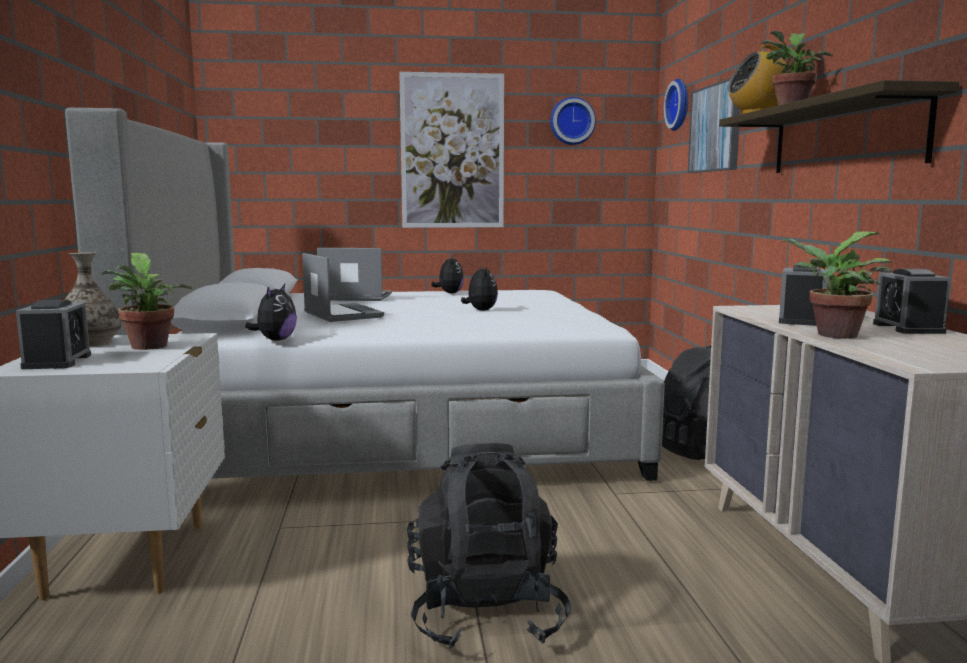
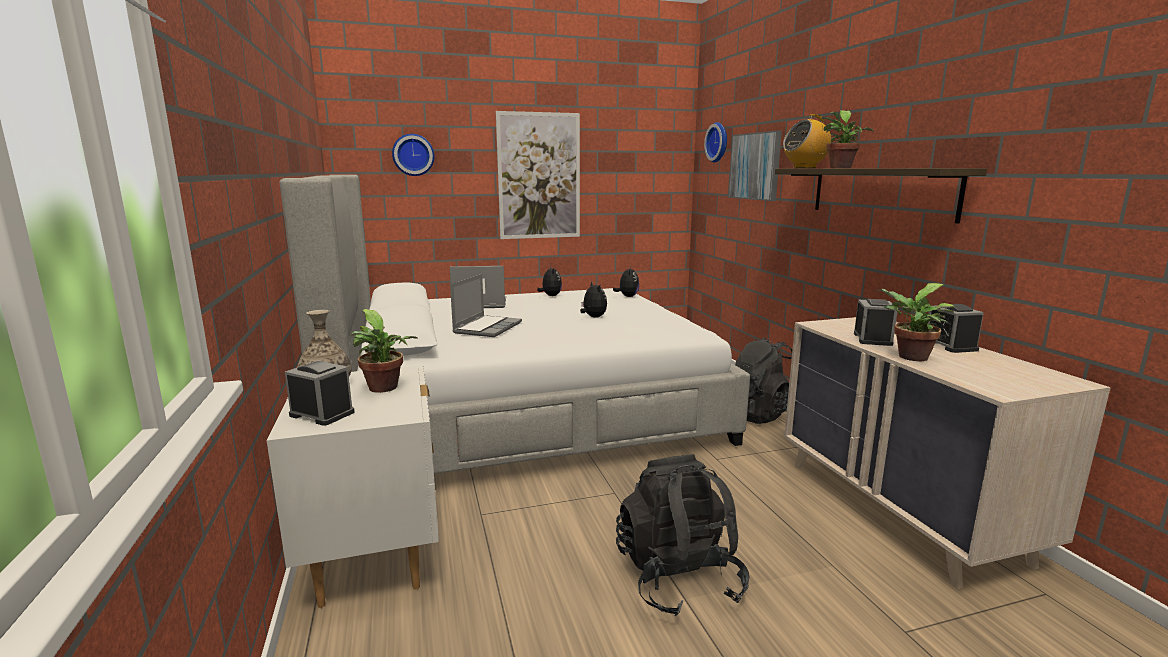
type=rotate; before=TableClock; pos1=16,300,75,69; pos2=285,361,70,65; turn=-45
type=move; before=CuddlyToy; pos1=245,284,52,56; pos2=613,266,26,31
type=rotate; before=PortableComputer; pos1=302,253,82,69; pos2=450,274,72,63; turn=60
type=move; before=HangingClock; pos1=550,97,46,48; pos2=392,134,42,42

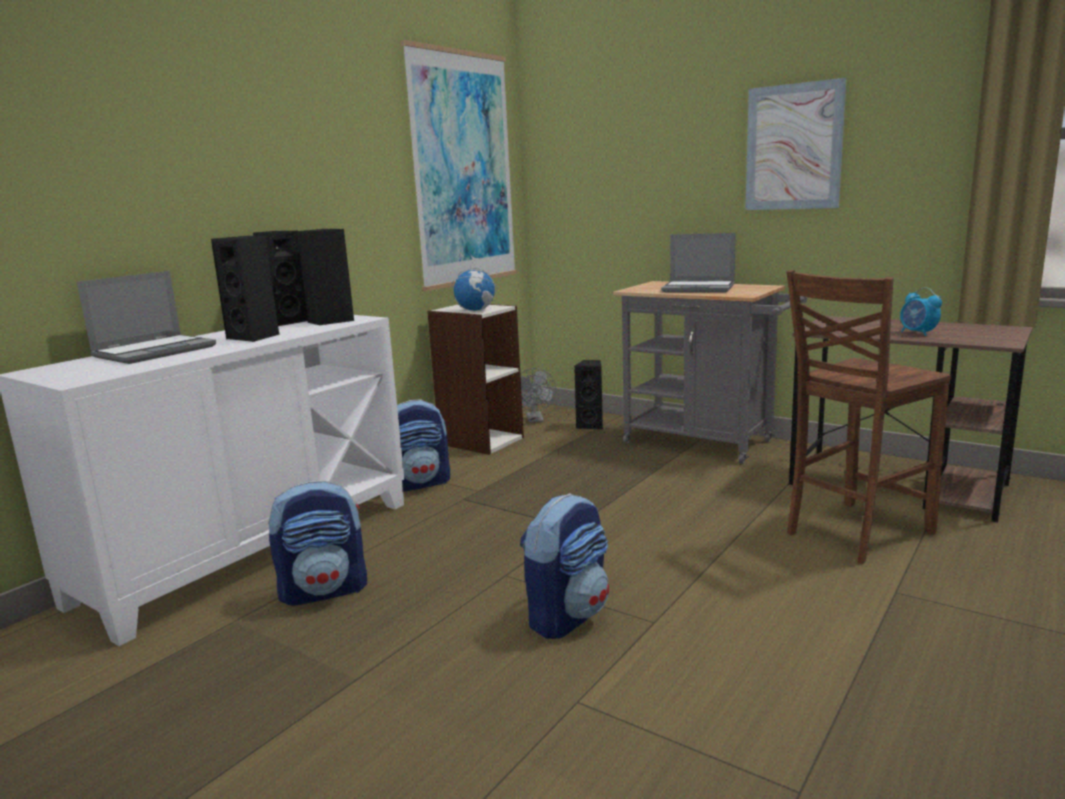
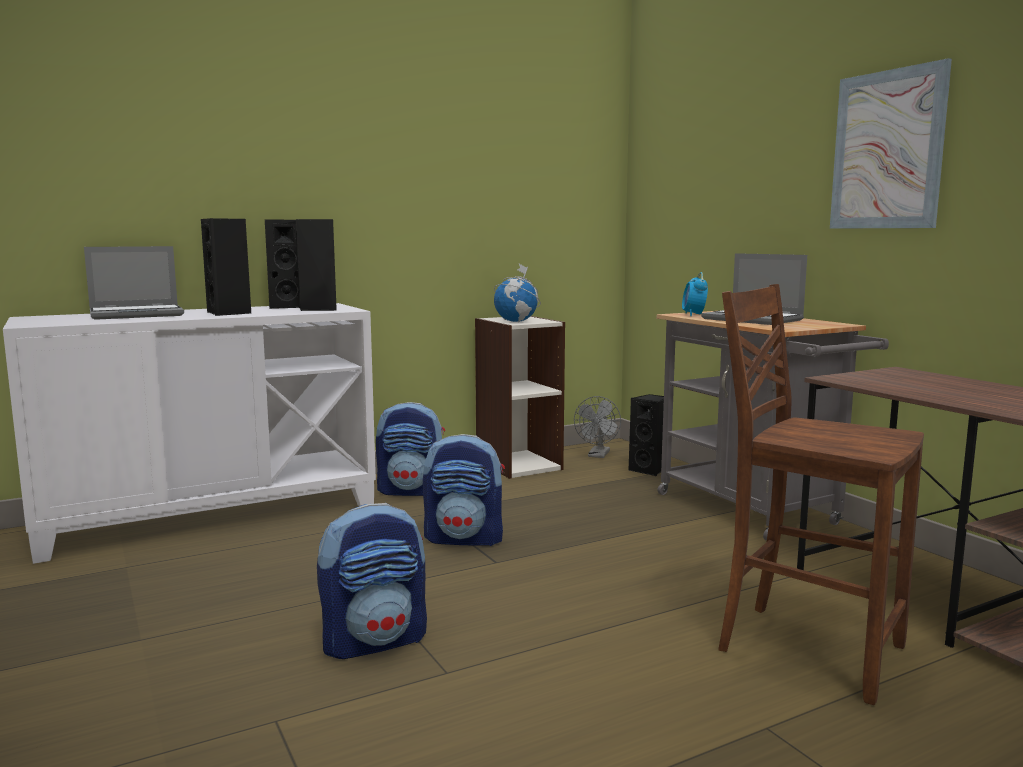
type=move; before=Rucksack; pos1=268,480,99,126; pos2=423,434,82,112
type=delete; before=Picture; pos1=401,40,116,251
type=rotate; before=BrownChair; pos1=787,270,165,294; pos2=718,284,206,421; turn=45
type=move; before=TableClock; pos1=900,287,42,49; pos2=682,272,26,44

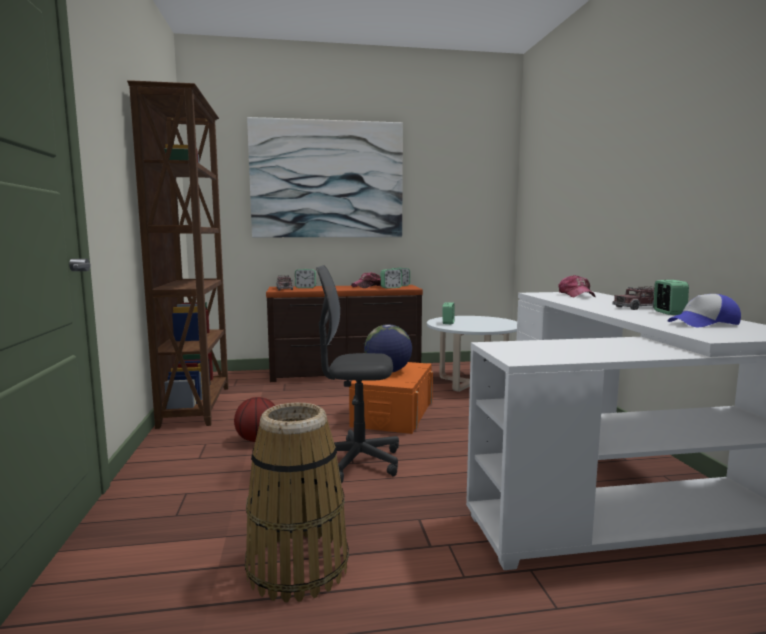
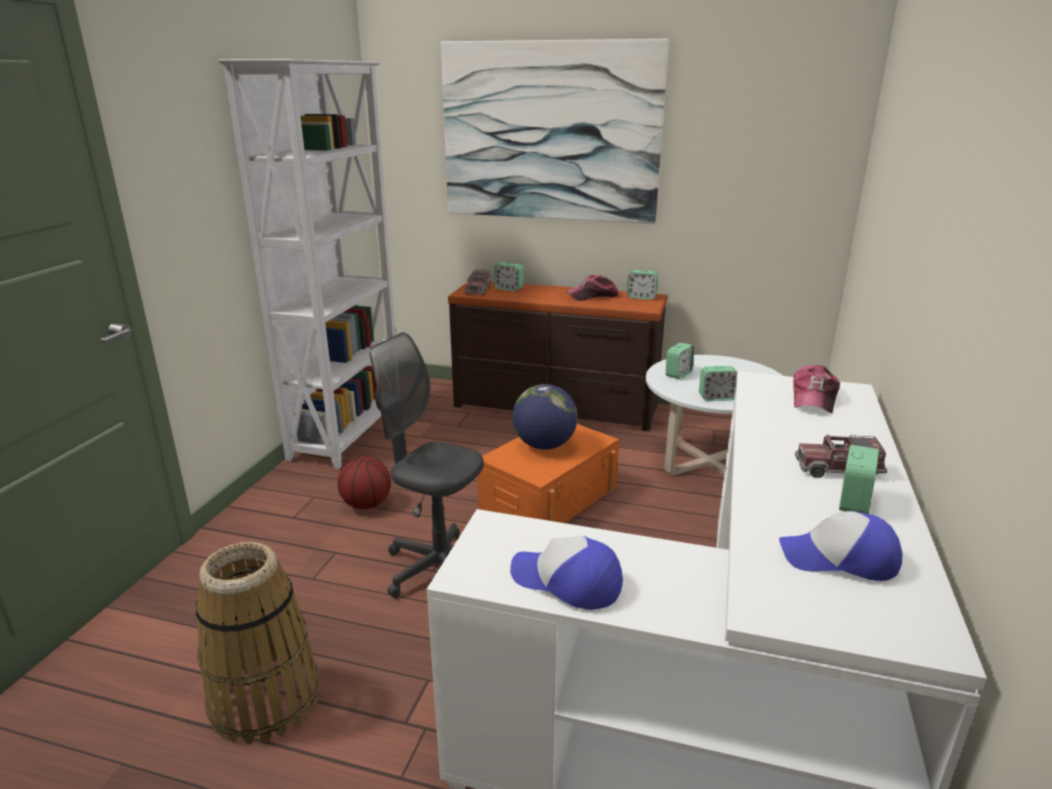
type=recolor; before=BrownShelvingUnit; after=WhiteShelvingUnit; pos1=127,80,102,349; pos2=218,59,178,410
type=move; before=TableClock; pos1=381,269,21,20; pos2=699,366,38,35
type=insert; after=PeakedCap; pos2=510,536,113,74

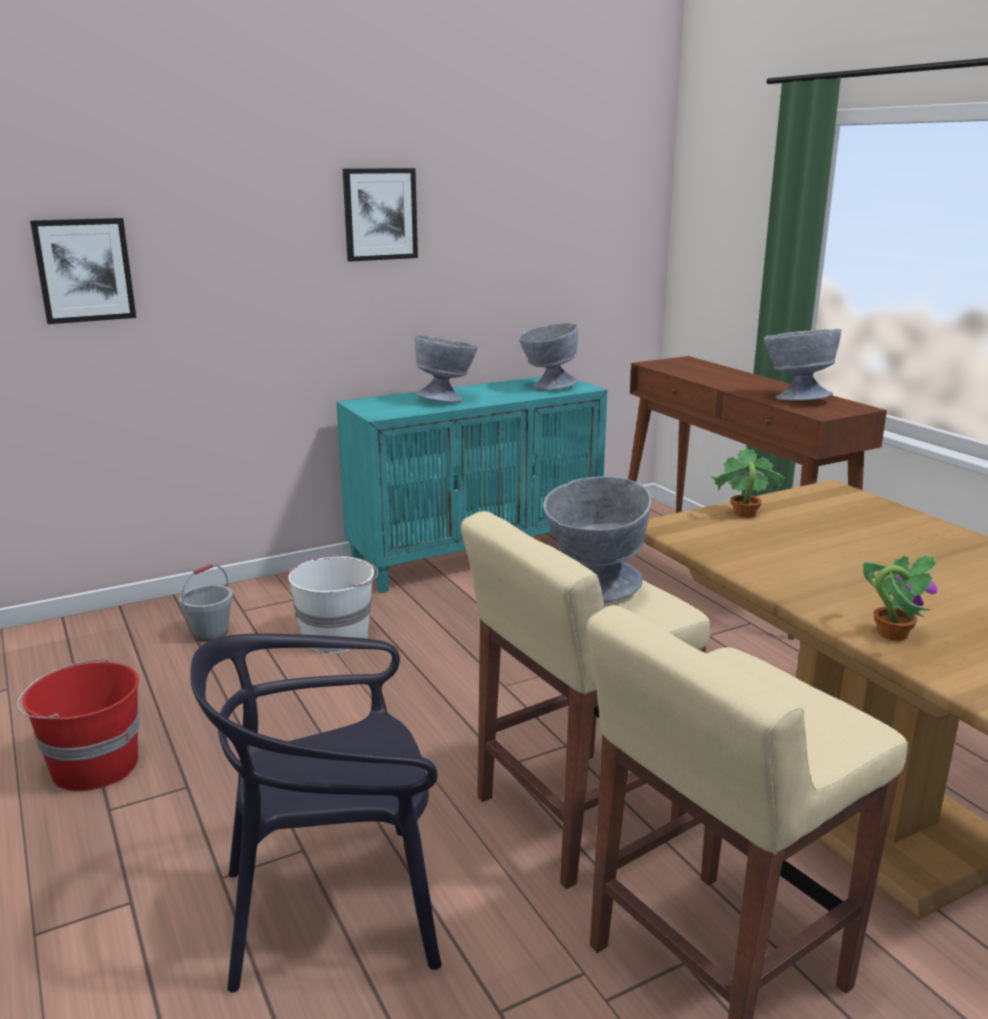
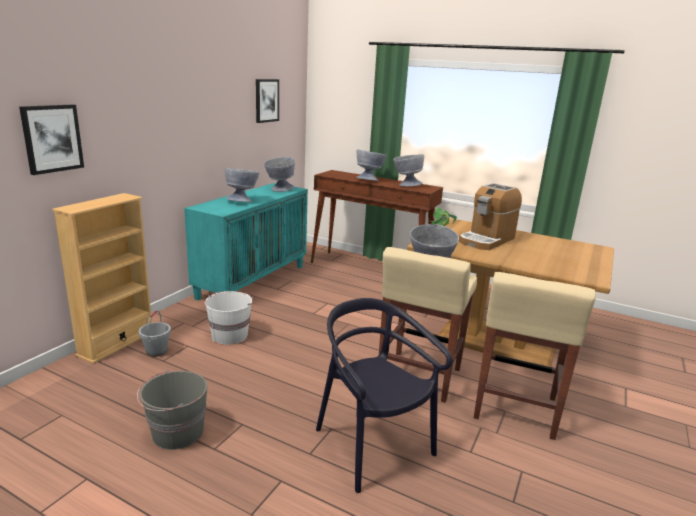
type=recolor; before=RedBucket; after=GreyBucket; pos1=17,658,123,133; pos2=137,371,70,79
type=rotate; before=BlackChair; pos1=190,633,252,360; pos2=316,298,137,195; turn=105
type=move; before=Picture; pos1=343,168,75,94; pos2=256,79,23,44
type=delete; before=Houseplant; pos1=863,555,74,86
type=insert; after=BeigeShelvingUnit; pos2=52,193,100,171
type=insert; after=GreyServingBowl; pos2=356,149,31,32
type=insert; after=CoffeeMaker; pos2=459,183,63,67

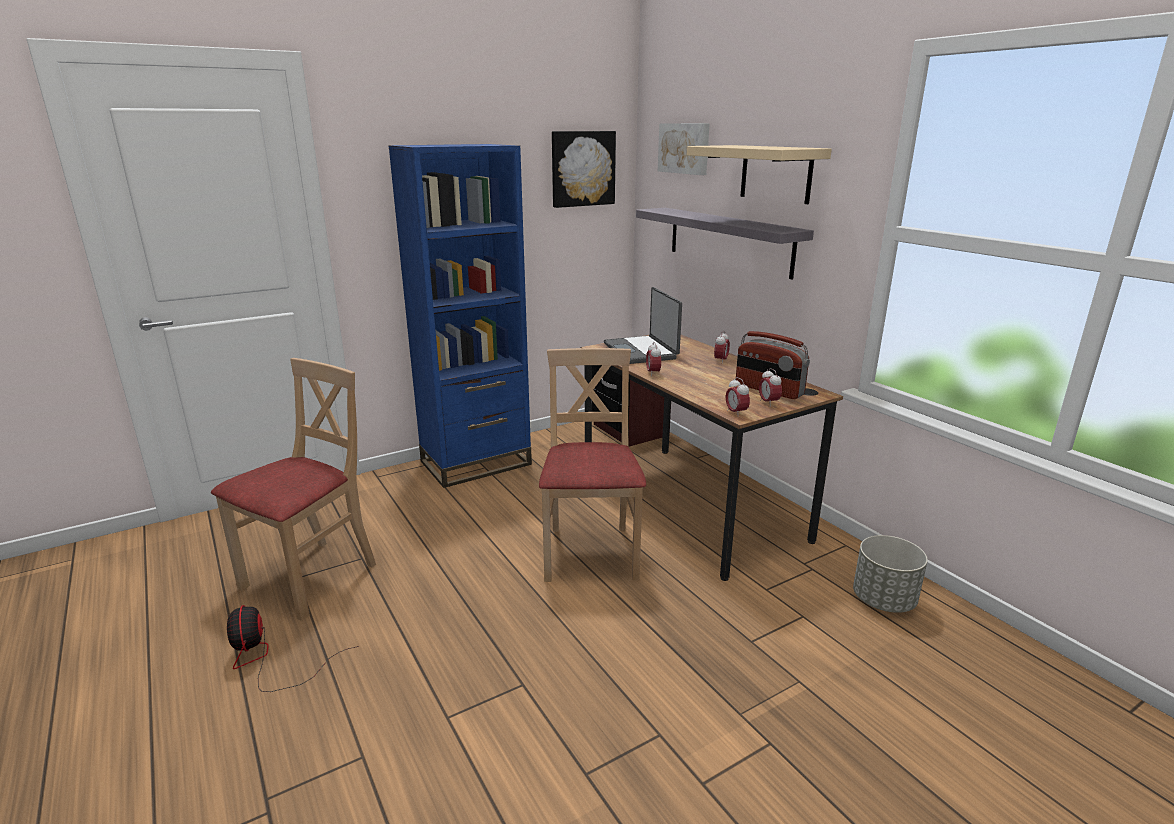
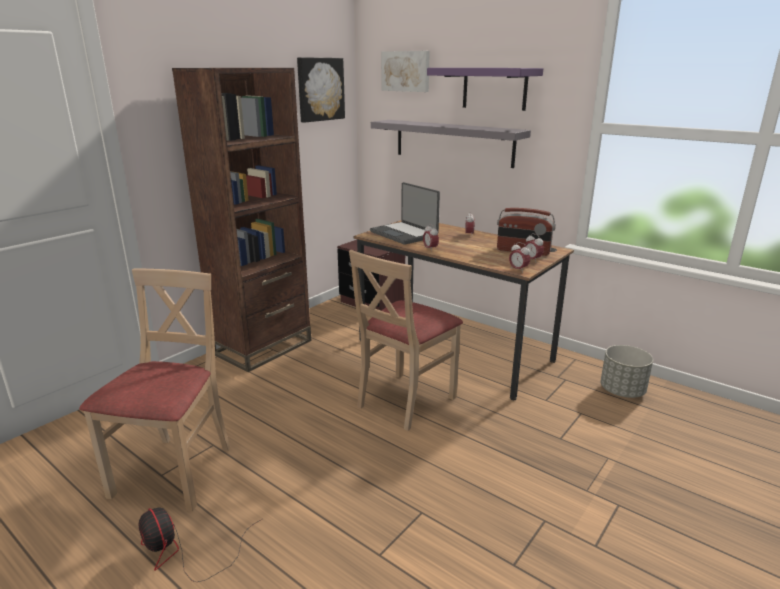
type=recolor; before=BluishShelvingUnit; after=BrownShelvingUnit; pos1=388,144,144,344; pos2=172,68,139,304
type=rotate; before=BeigeChair; pos1=539,348,107,234; pos2=349,250,114,181; turn=-120
type=recolor; before=BeigeWallShelf; after=PurpleWallShelf; pos1=687,145,145,59; pos2=427,68,116,43

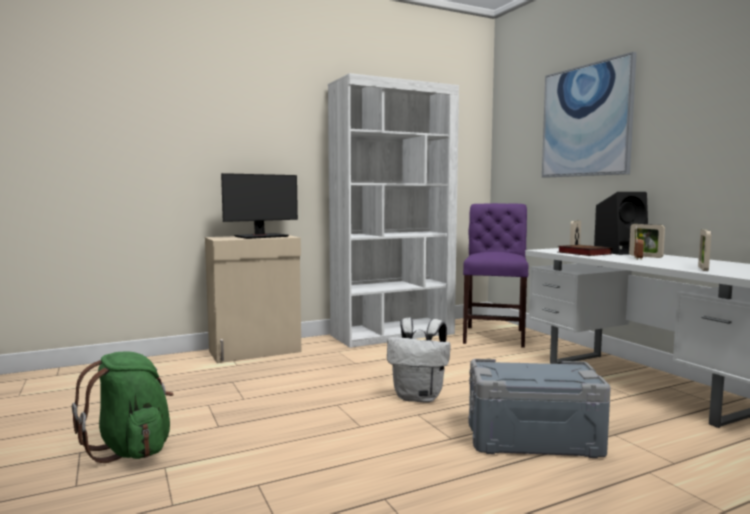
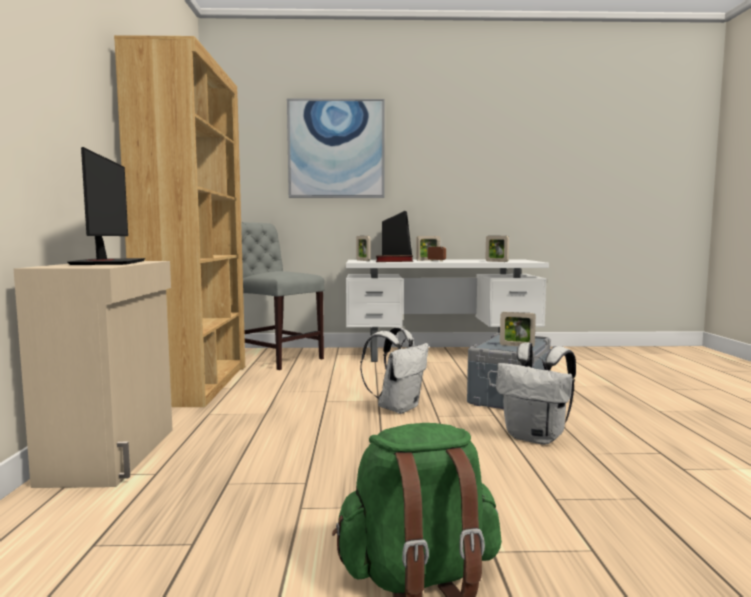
type=recolor; before=WhiteShelvingUnit; after=BrownShelvingUnit; pos1=328,73,131,275; pos2=114,35,131,372
type=recolor; before=PurpleChair; after=GreyChair; pos1=463,203,65,145; pos2=241,222,83,148
type=insert; after=WhiteRucksack; pos2=496,343,80,102
type=insert; after=PictureFrame; pos2=500,312,36,35

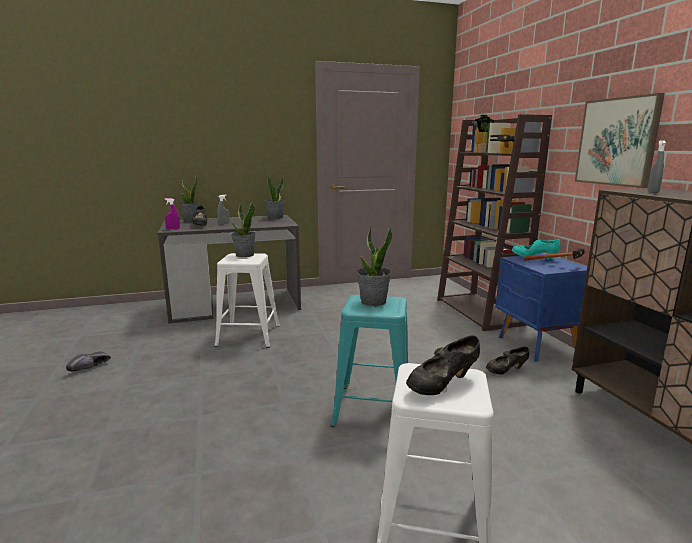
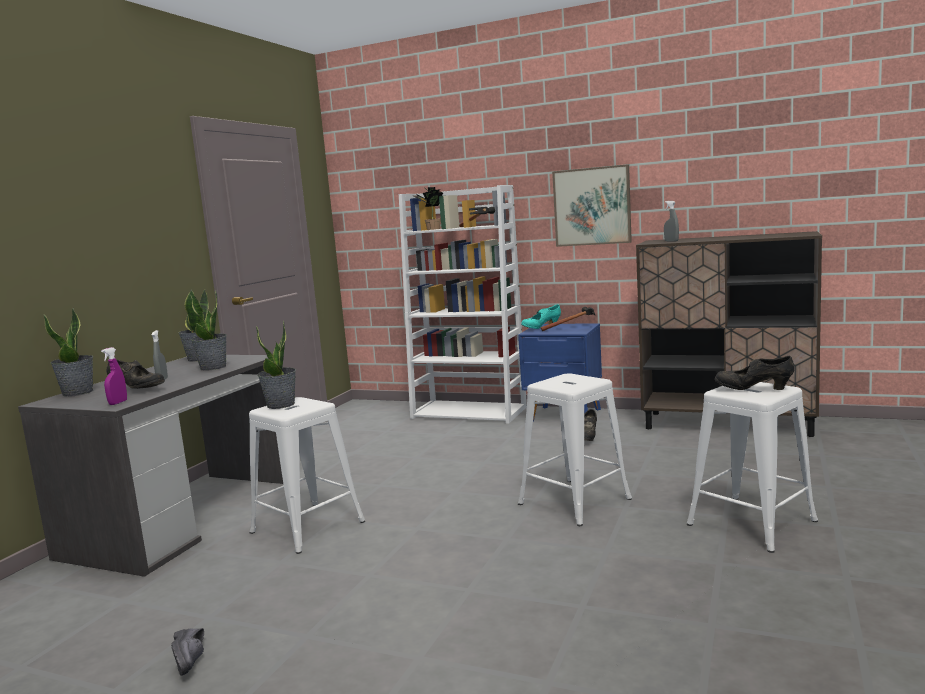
type=recolor; before=BlueGreenStool; after=WhiteStool; pos1=330,295,78,132; pos2=518,374,114,152
type=move; before=Houseplant; pos1=356,226,37,80; pos2=190,290,37,81
type=rotate; before=BlackLowShoe; pos1=406,335,74,60; pos2=715,356,79,34; turn=105
type=recolor; before=BrownShelvingUnit; after=WhiteShelvingUnit; pos1=437,114,115,217; pos2=399,185,128,239

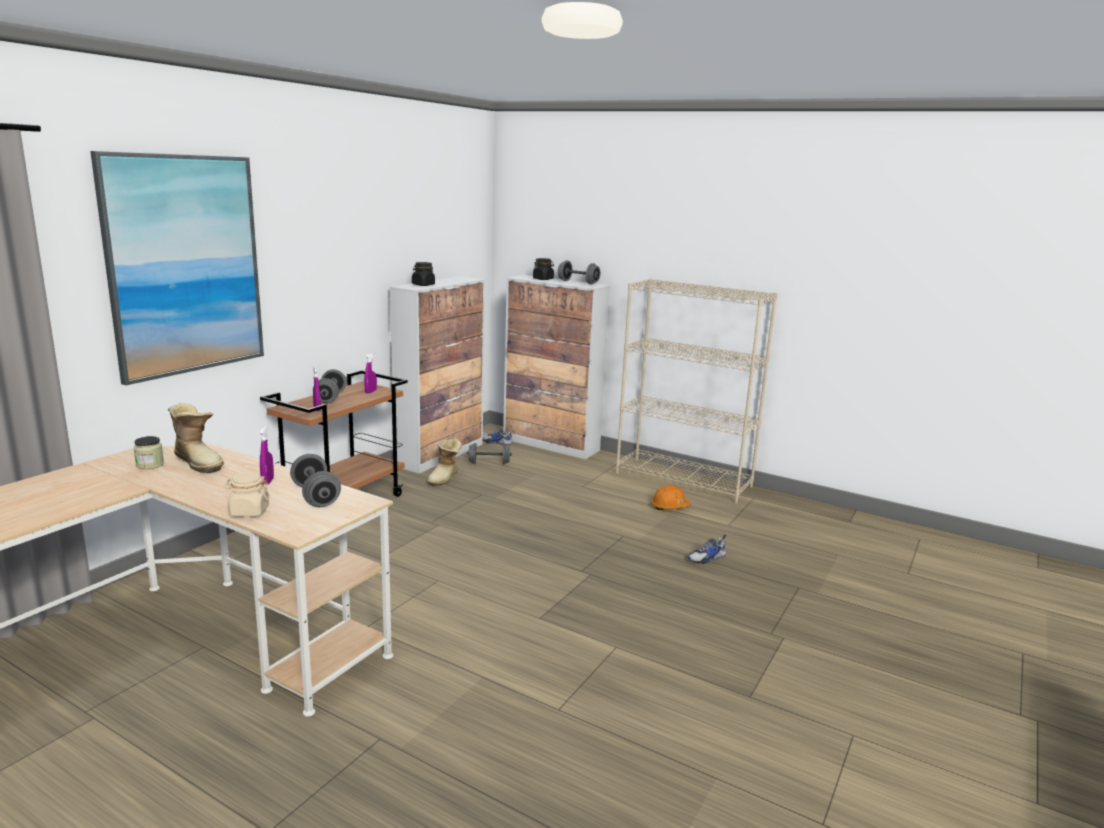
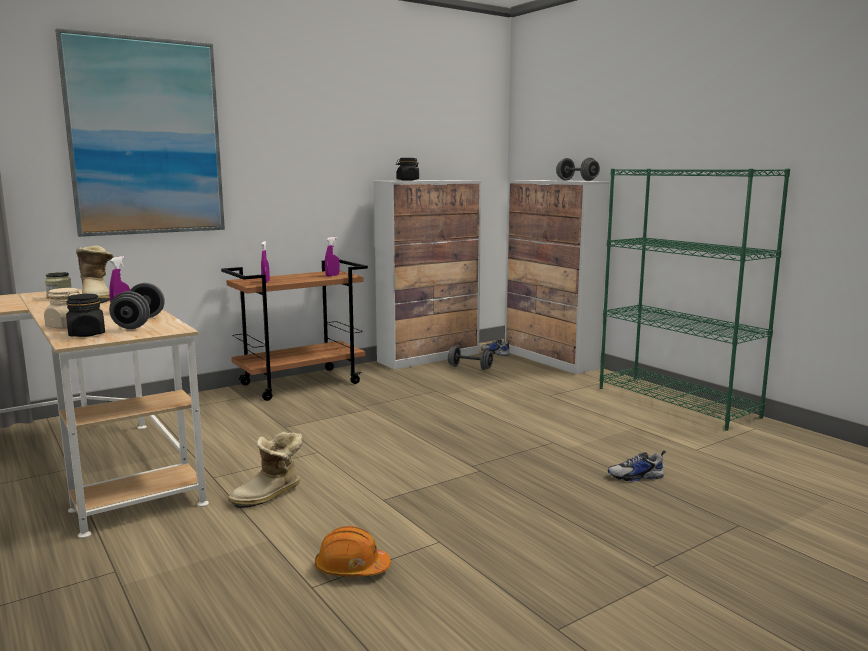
type=delete; before=GreyHandWeight; pos1=313,369,33,34
type=move; before=HighTopBoot; pos1=426,439,36,47; pos2=228,432,74,76
type=move; before=BlackJar; pos1=533,258,21,22; pos2=66,294,39,43
type=recolor; before=BeigeShelvingUnit; after=GreenColouredShelvingUnit; pos1=616,279,162,224; pos2=600,169,190,262
type=move; before=OrangeHardHat; pos1=651,485,40,25; pos2=315,526,76,51

